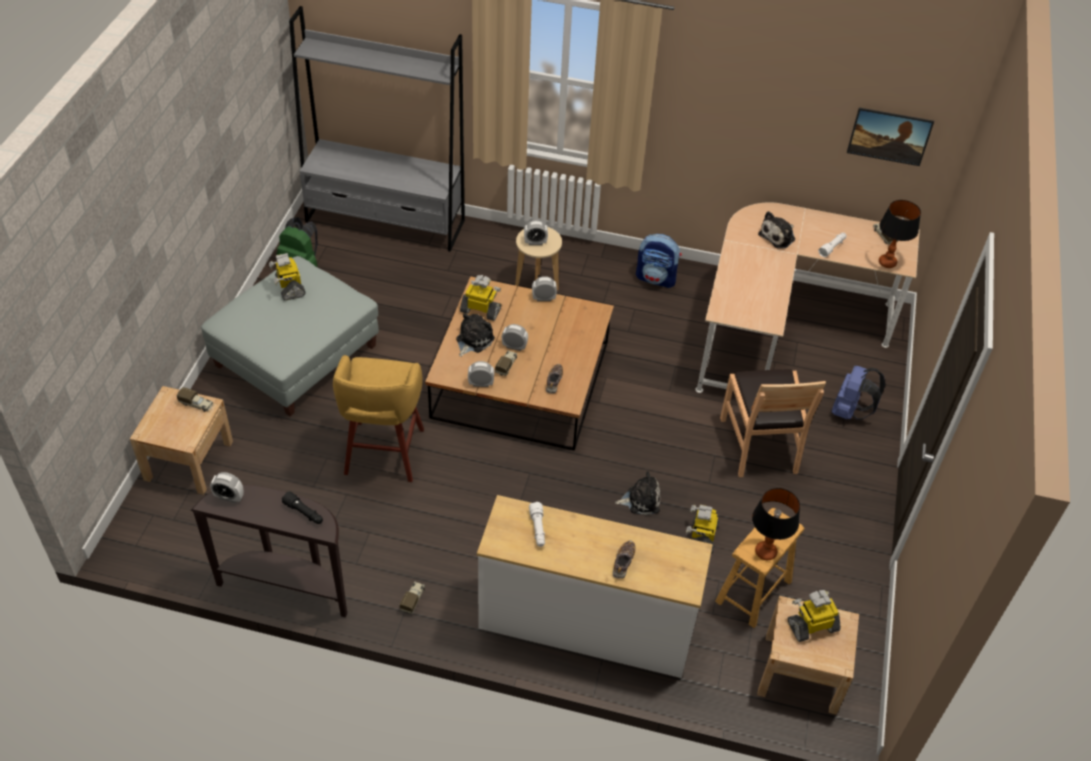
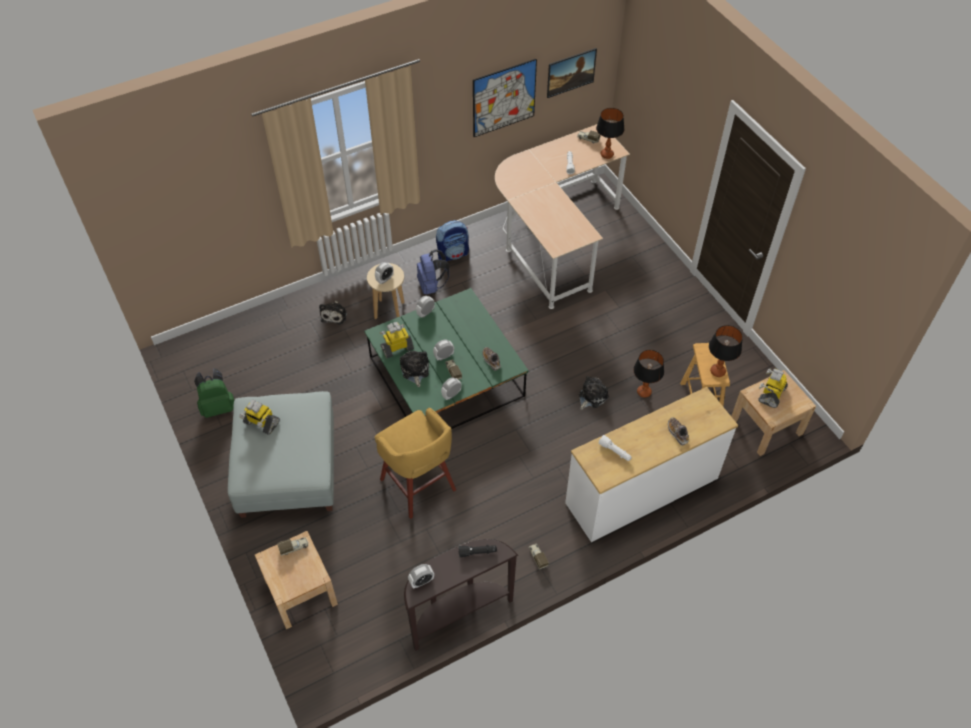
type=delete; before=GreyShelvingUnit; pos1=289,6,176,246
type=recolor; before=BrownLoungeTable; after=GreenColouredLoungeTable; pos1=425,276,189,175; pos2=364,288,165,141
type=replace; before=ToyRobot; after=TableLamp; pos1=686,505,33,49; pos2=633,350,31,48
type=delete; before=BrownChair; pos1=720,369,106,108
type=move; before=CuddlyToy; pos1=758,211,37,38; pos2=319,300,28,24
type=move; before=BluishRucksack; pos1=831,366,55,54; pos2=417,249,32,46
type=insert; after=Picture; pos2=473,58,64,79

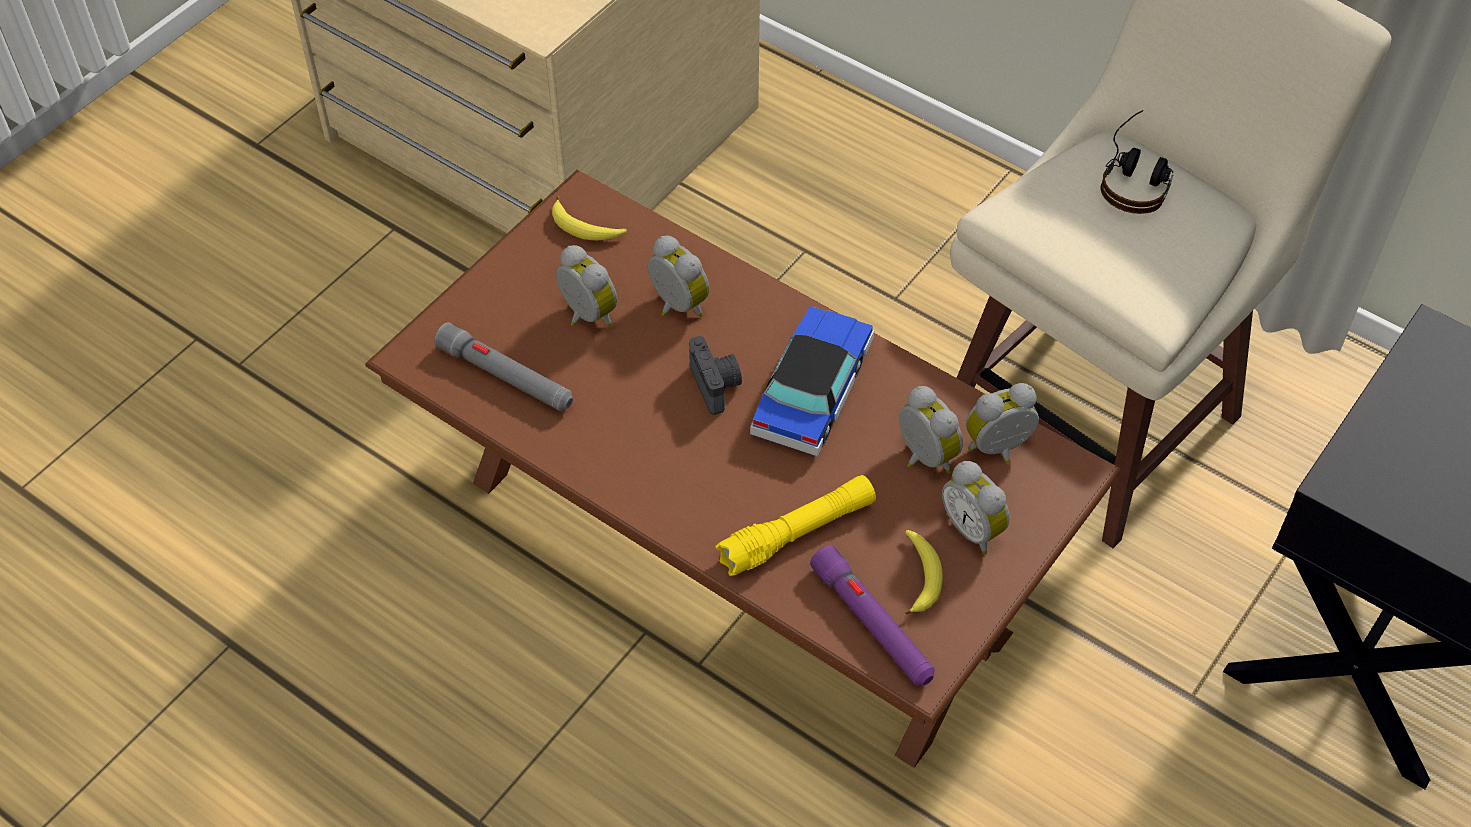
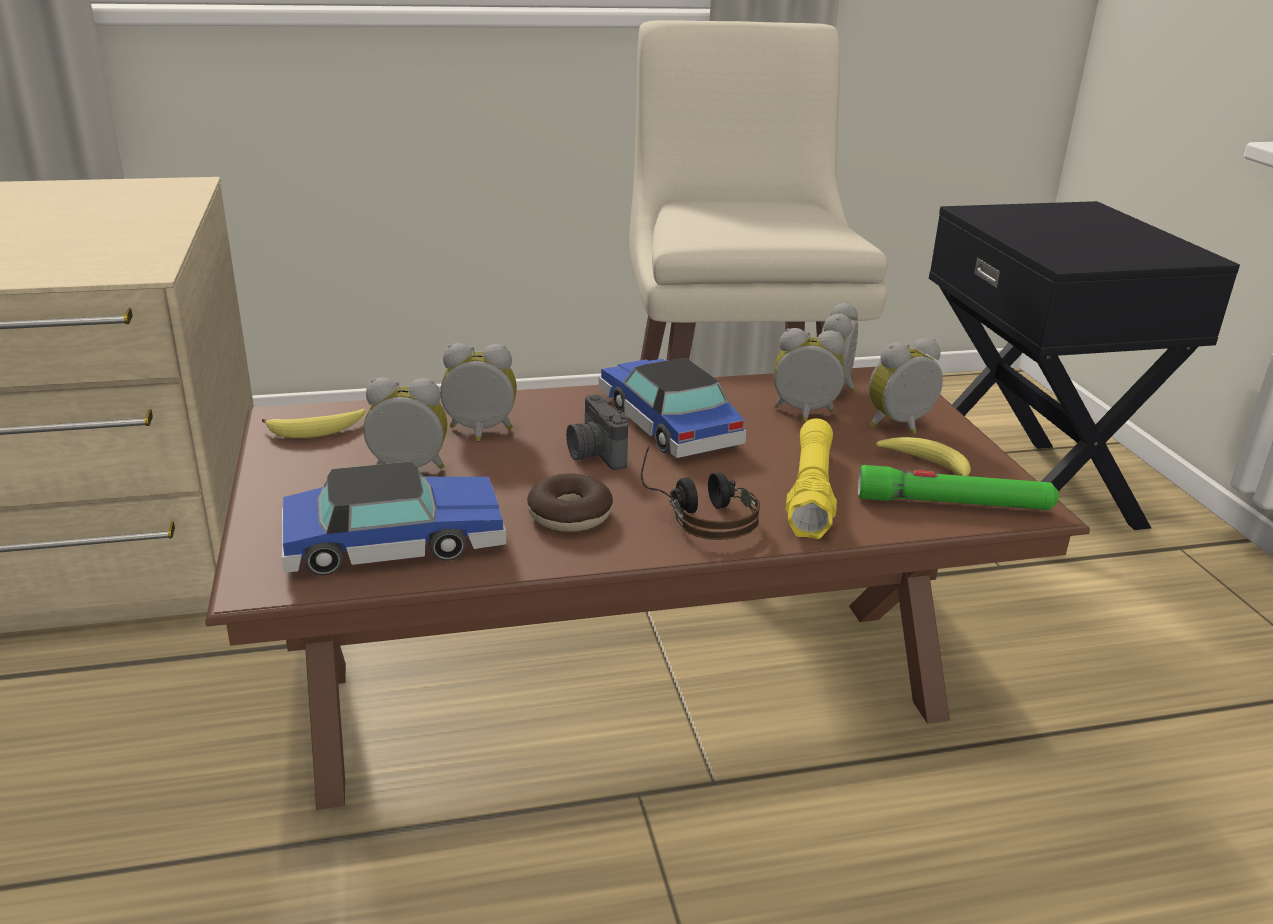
type=replace; before=GreyTorch; after=ModelCar; pos1=434,322,139,89; pos2=282,461,224,114
type=rotate; before=PhotoCamera; pos1=689,336,53,79; pos2=566,394,62,76; turn=-135
type=recolor; before=PurpleTorch; after=GreenColouredTorch; pos1=810,545,125,140; pos2=858,465,201,45
type=rotate; before=TableClock; pos1=942,461,68,94; pos2=869,338,74,96; turn=150
type=move; before=Headset; pos1=1100,110,73,104; pos2=641,446,119,94
type=insert; after=Doughnut; pos2=527,473,86,59

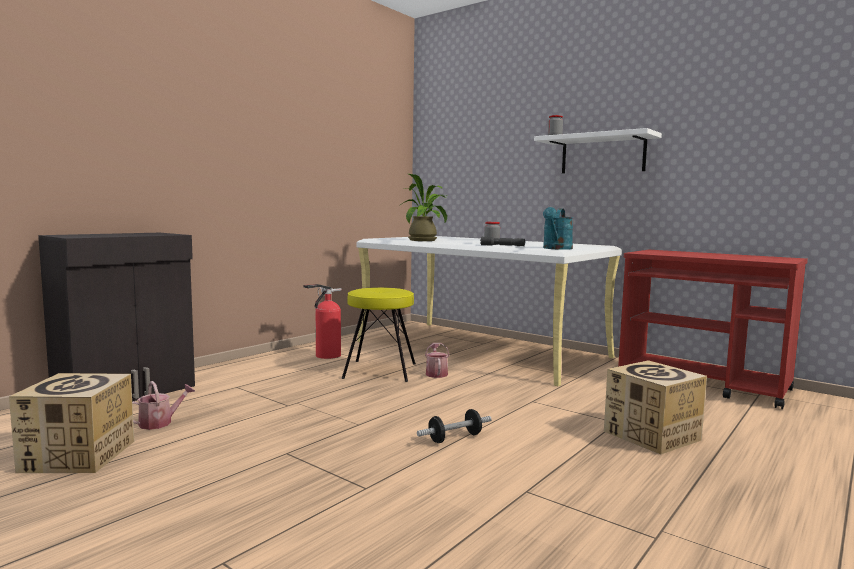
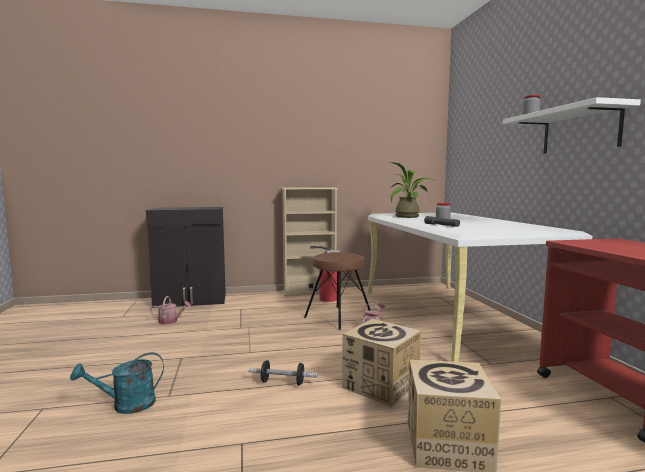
type=move; before=CardboardBox; pos1=9,373,125,100; pos2=342,319,79,88
type=recolor; before=YellowColouredStool; after=BrownStool; pos1=341,287,75,95; pos2=304,252,67,78
type=move; before=BlueGreenSprinklingCan; pos1=543,207,30,43; pos2=70,352,94,62
type=insert; after=BeigeShelvingUnit; pos2=281,187,57,109

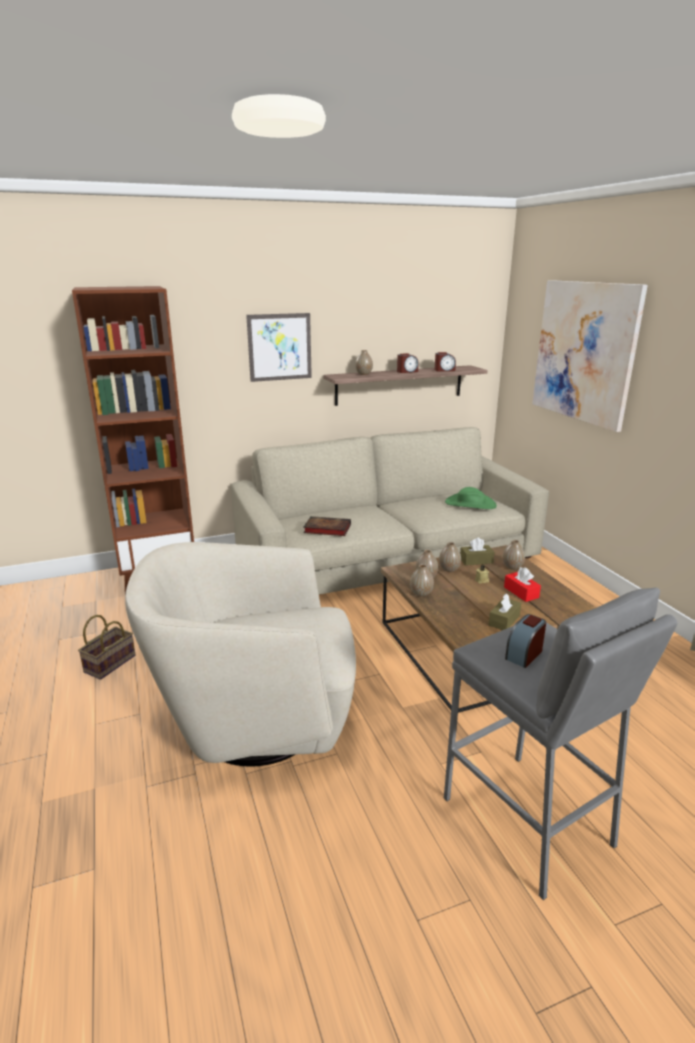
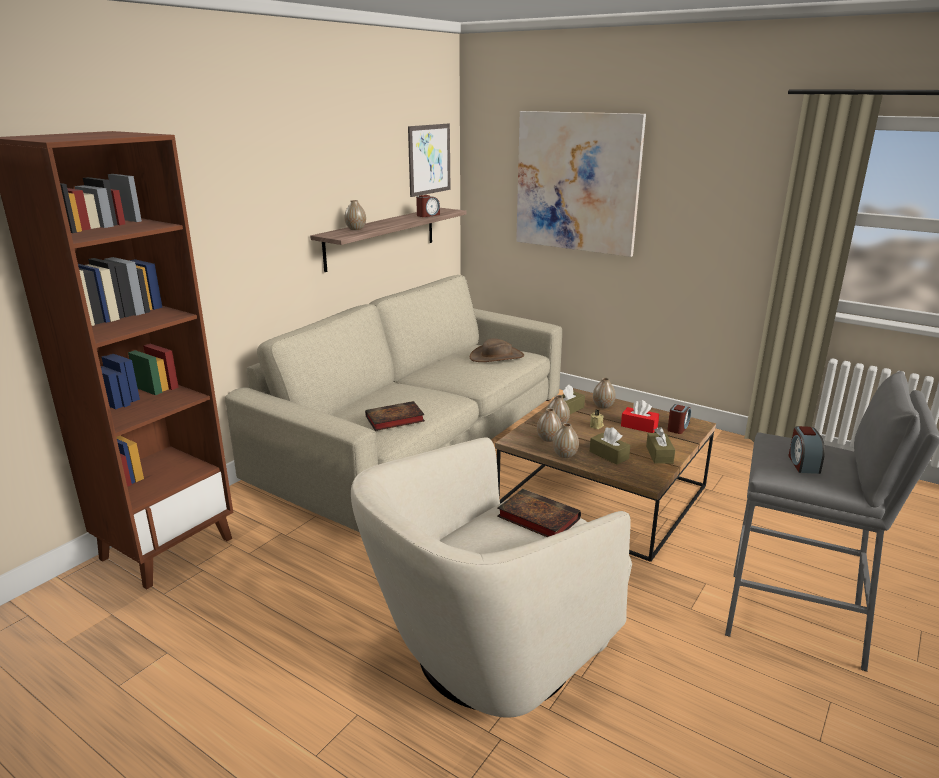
type=delete; before=HouseholdBasket; pos1=78,615,57,65
type=move; before=Picture; pos1=246,313,66,69; pos2=408,124,43,73
type=move; before=TableClock; pos1=397,353,22,20; pos2=668,404,23,30
type=recolor; before=GreenColouredWearableHat; after=BrownWearableHat; pos1=445,487,52,22; pos2=470,339,54,23
type=insert; after=Book; pos2=497,489,84,48
type=insert; after=BrownTissueHolder; pos2=590,427,40,38

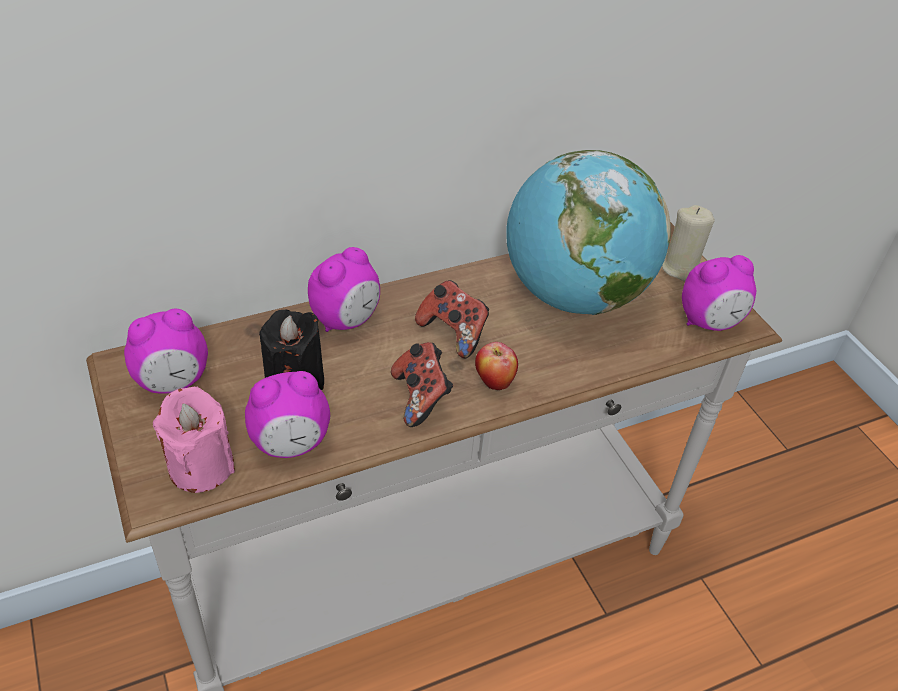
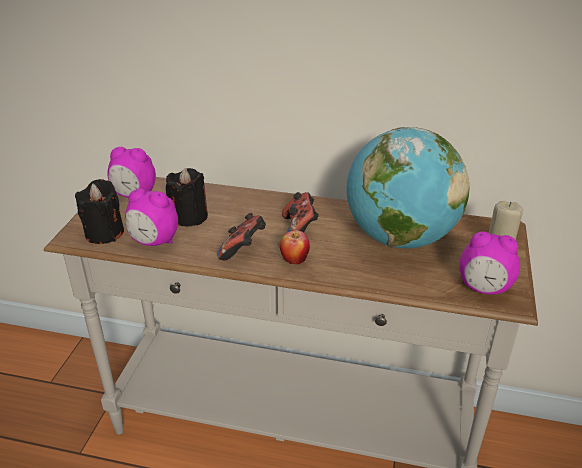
type=recolor; before=PinkishWaxCandle; after=BlackWaxCandle; pos1=153,387,82,106; pos2=75,179,49,65
type=delete; before=TableClock; pos1=308,247,72,85

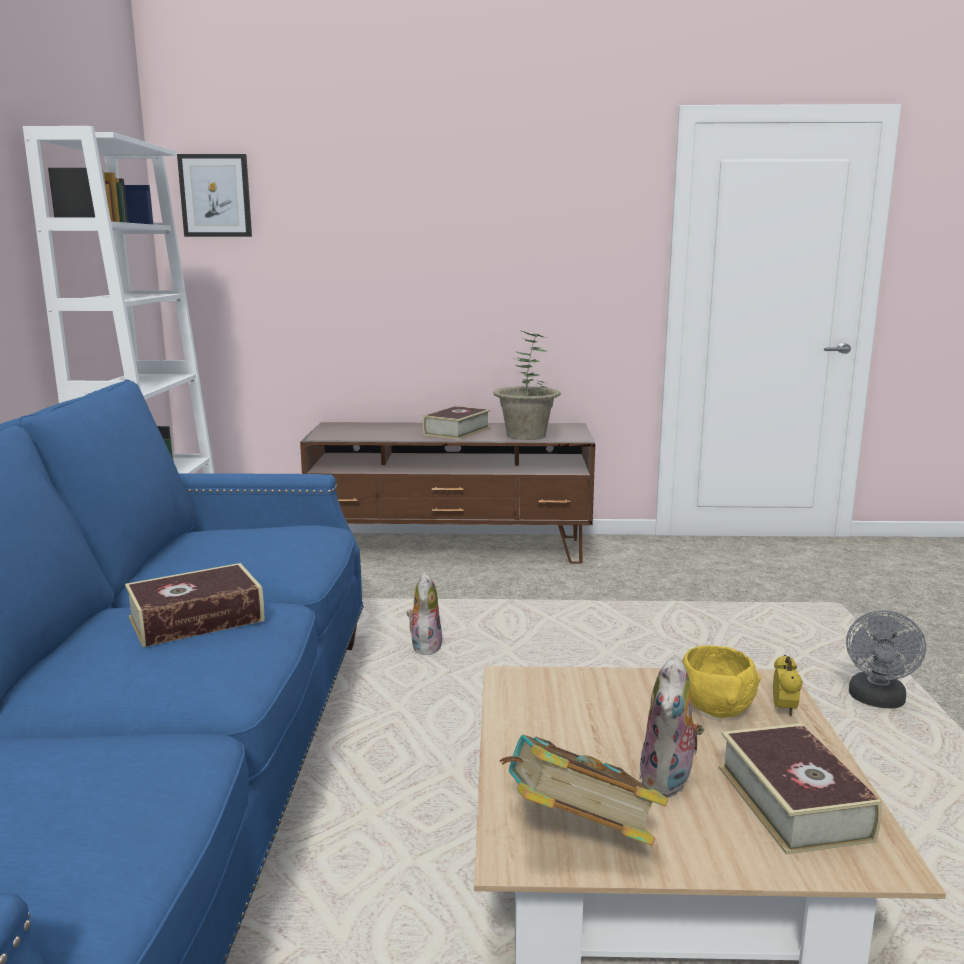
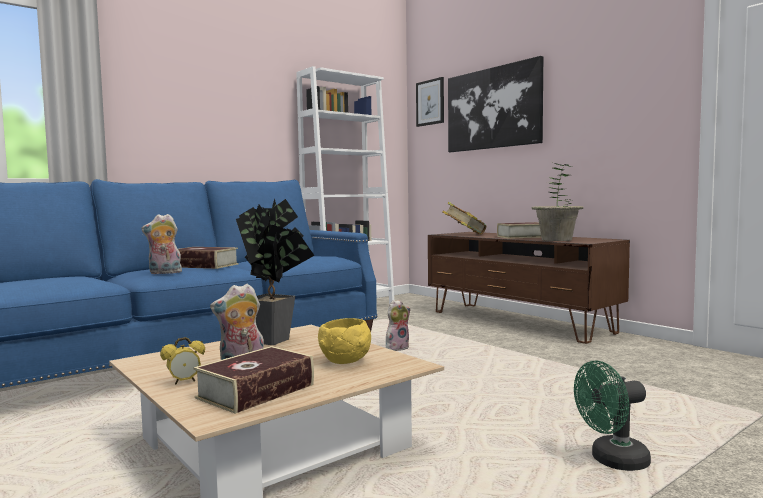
type=move; before=Book; pos1=499,735,169,111; pos2=442,202,45,33
type=move; before=TableClock; pos1=773,655,30,62; pos2=160,337,45,48
type=recolor; before=GreyFan; after=GreenColouredFan; pos1=846,610,80,98; pos2=574,361,77,110
type=insert; after=CuddlyToy; pos2=142,214,40,60
type=insert; after=Houseplant; pos2=236,198,78,147
type=insert; after=Picture; pos2=448,56,95,96

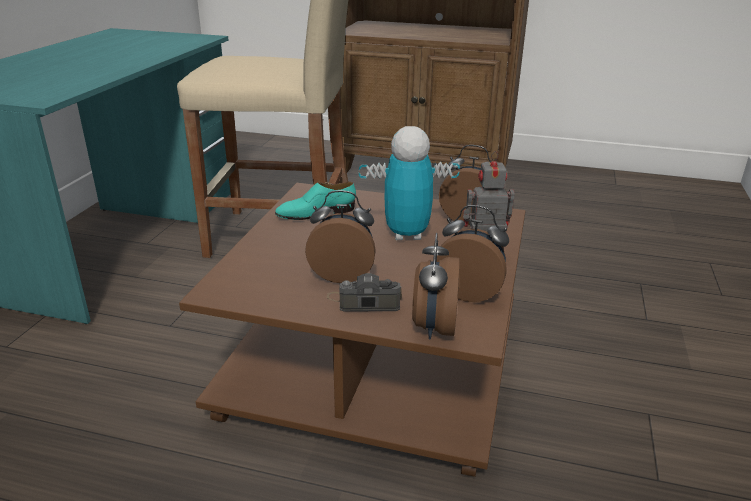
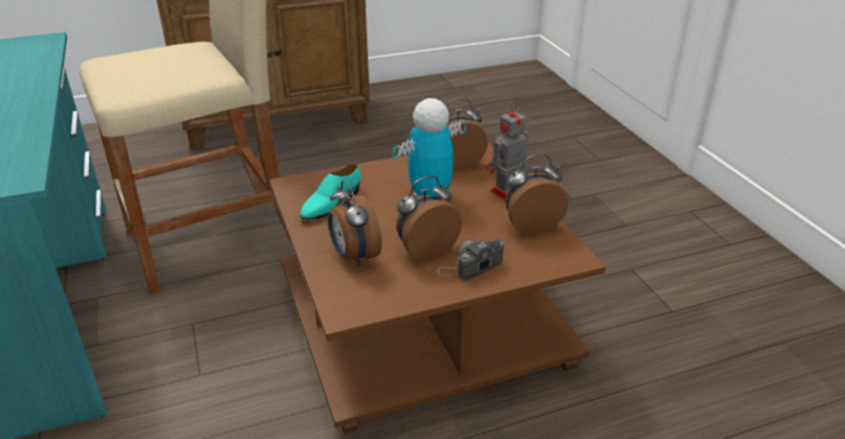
type=move; before=TableClock; pos1=412,233,48,106; pos2=328,181,54,85

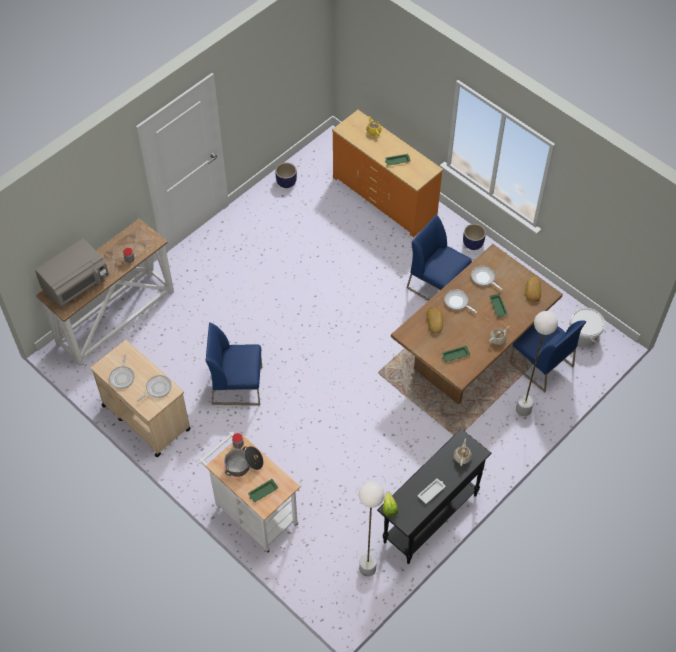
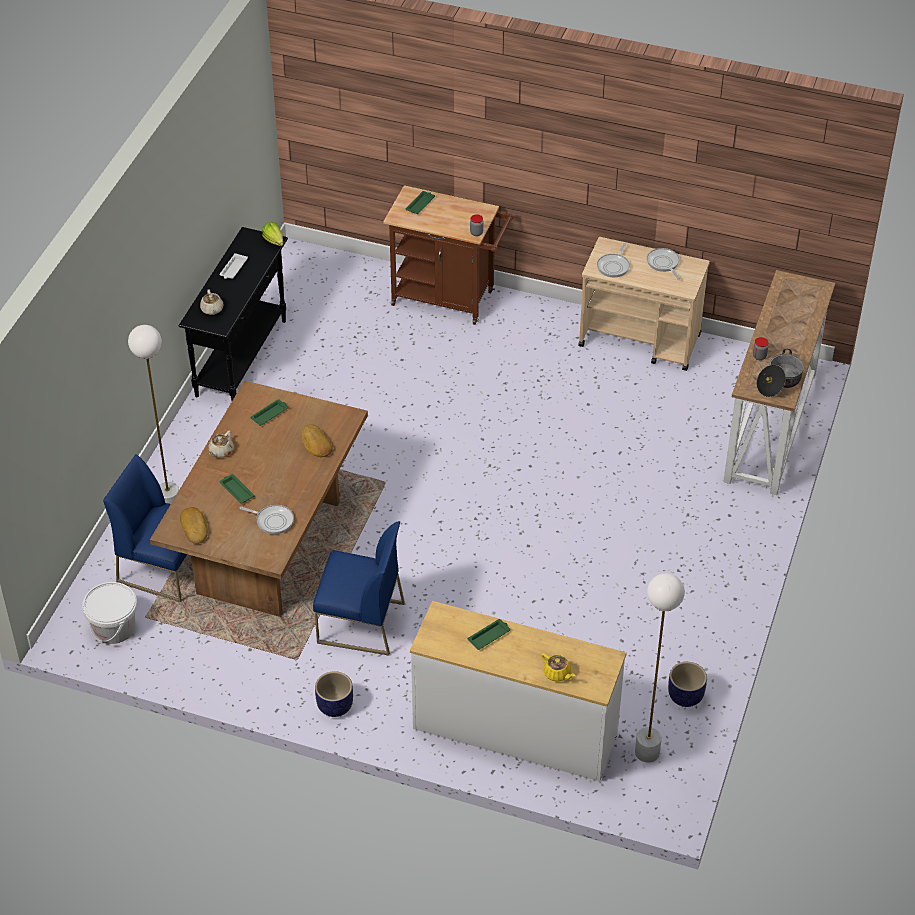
type=delete; before=GreyMicrowaveOven; pos1=35,238,74,69
type=recolor; before=WhiteTrolley; after=BrownTrolley; pos1=198,432,102,121; pos2=383,185,131,140
type=delete; before=BluishChair; pos1=206,322,56,83
type=move; before=Stockpot; pos1=224,446,39,31; pos2=756,349,48,48
type=recolor; before=OrangeDresser; after=WhiteDresser; pos1=332,110,111,127; pos2=410,601,216,181
type=move; before=WhiteFloorLamp; pos1=359,481,26,96; pos2=635,573,50,190
type=delete; before=Skillet; pos1=444,289,33,24

